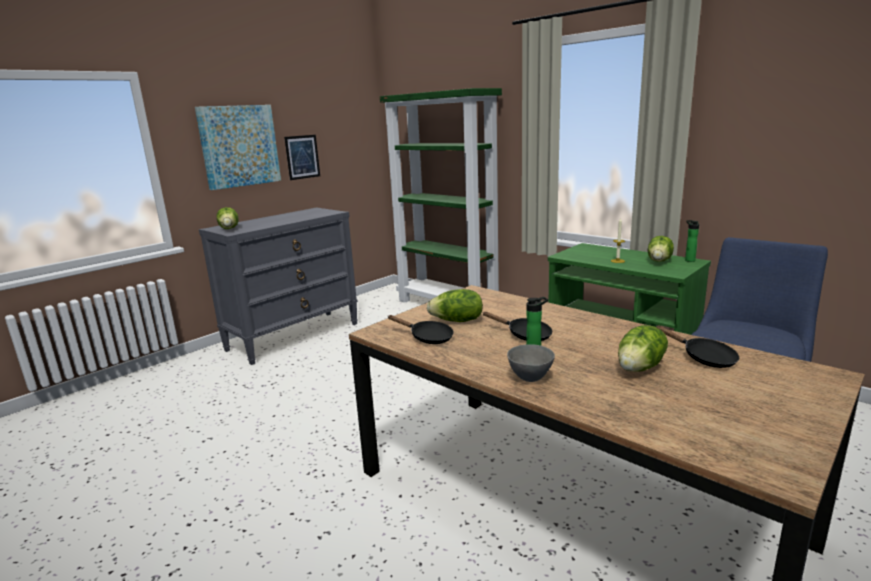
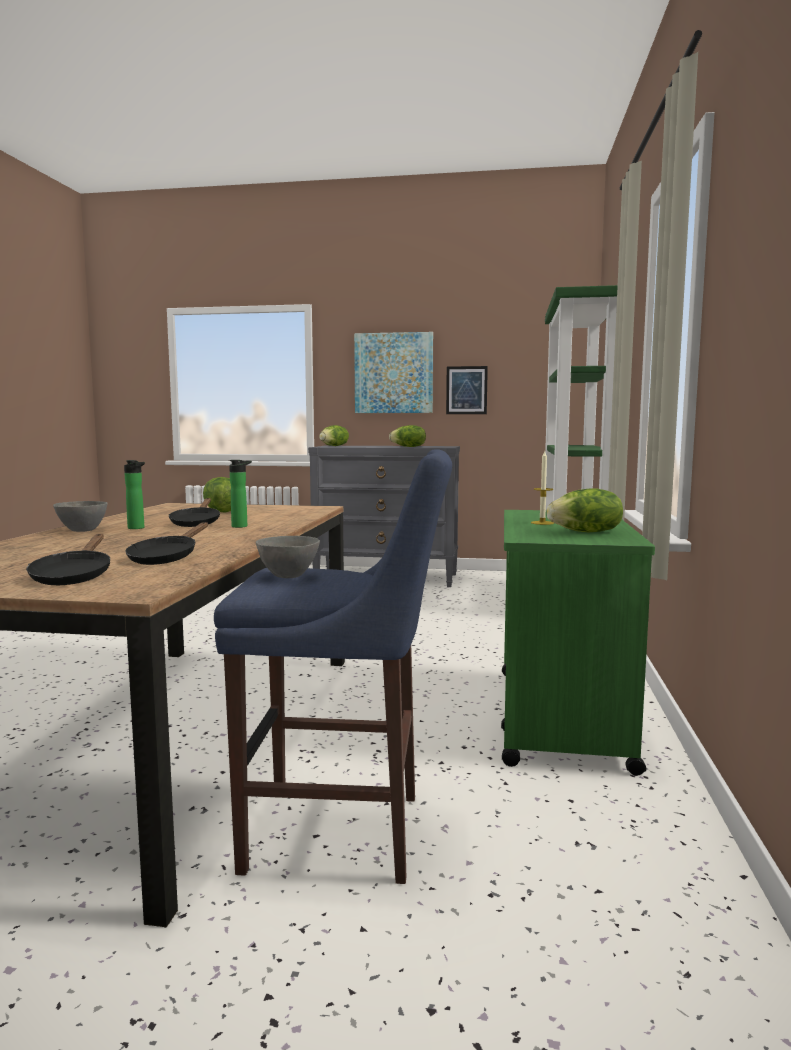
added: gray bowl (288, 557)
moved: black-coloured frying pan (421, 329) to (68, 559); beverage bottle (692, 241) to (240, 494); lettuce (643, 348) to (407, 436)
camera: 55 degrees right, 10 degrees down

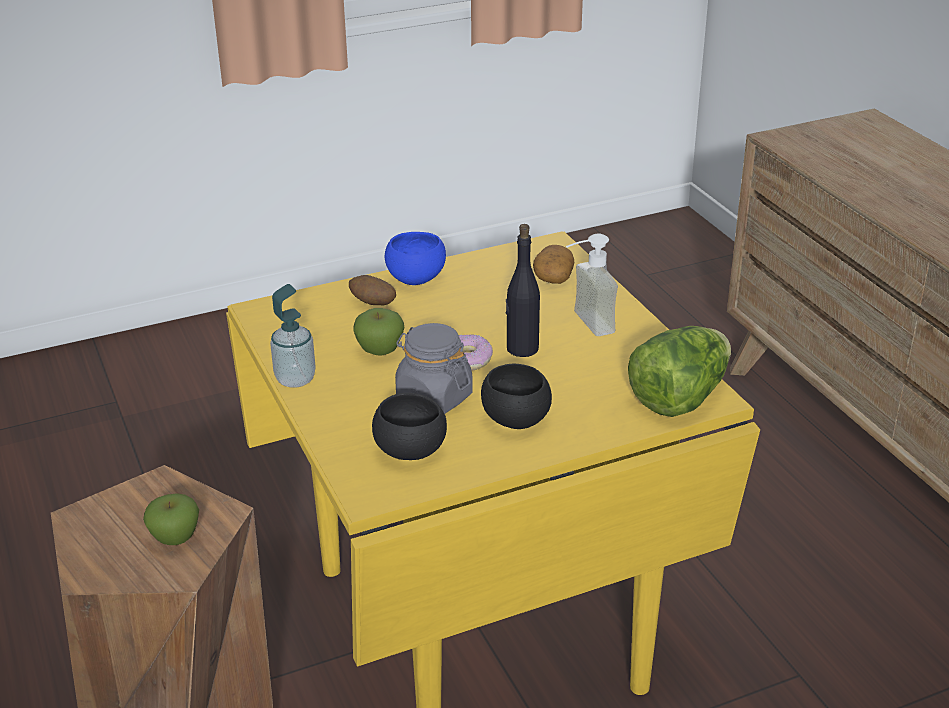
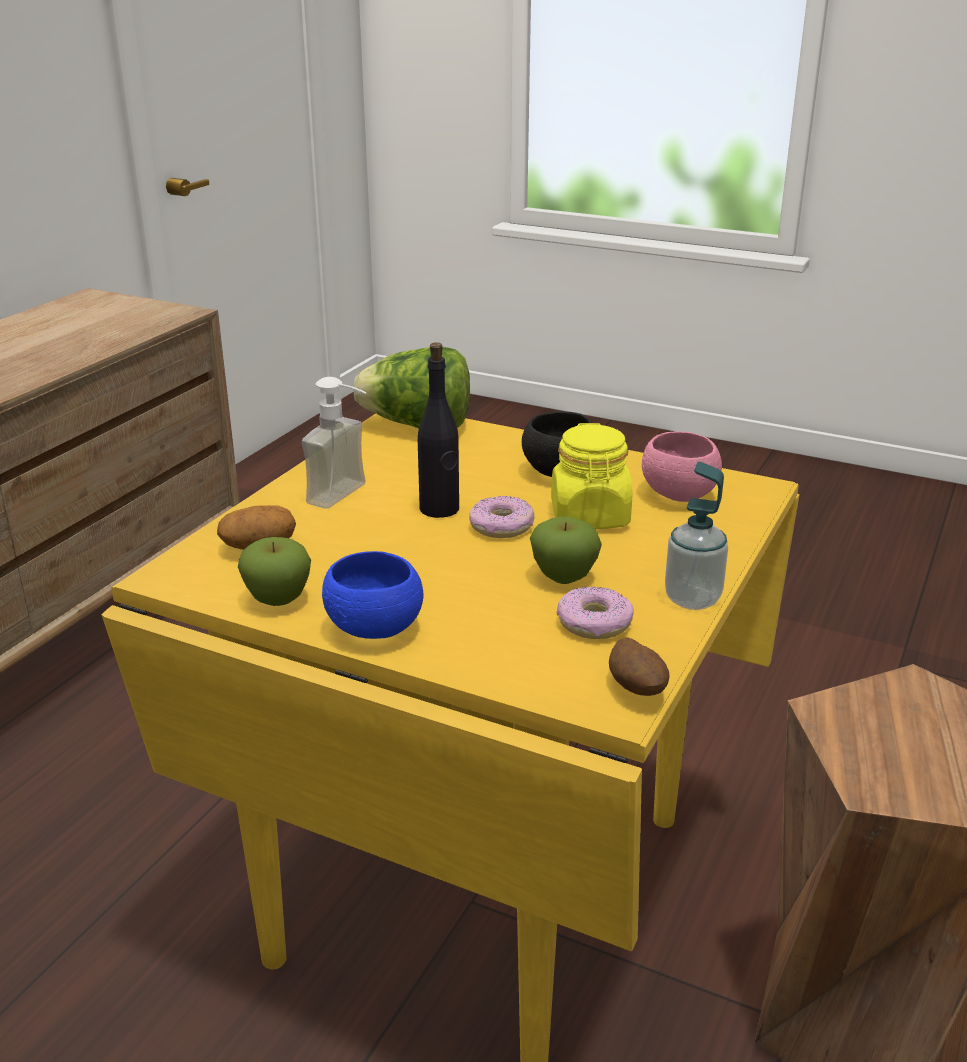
added: doughnut (595, 612)
moved: whole apple (171, 519) to (274, 571); spud (372, 290) to (639, 666)
recoloured: gray preserve jar (434, 368) to yellow preserve jar (591, 476); black-coloured bowl (409, 426) to pinkish bowl (682, 466)
camera: 130 degrees left, 5 degrees down

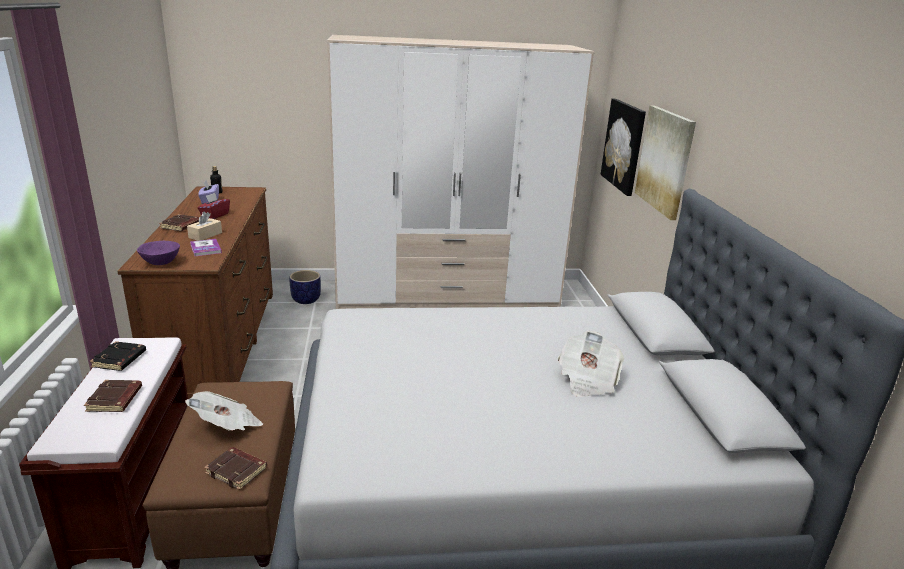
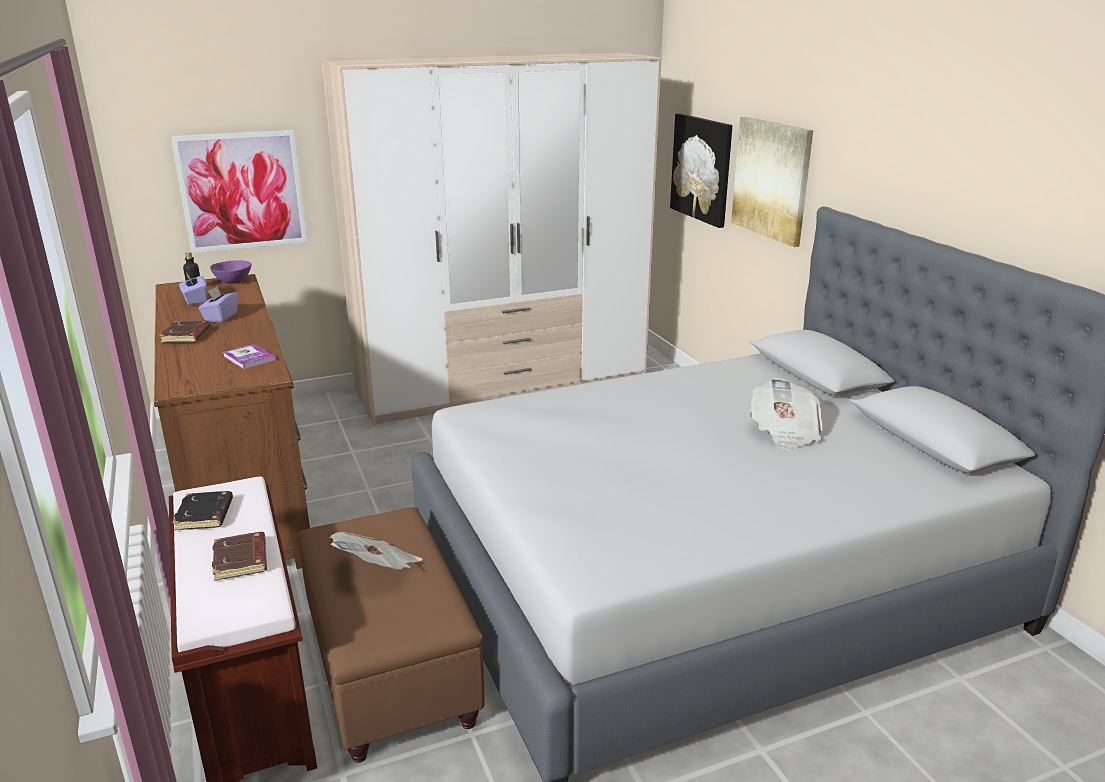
removed: sand-coloured tissue holder (204, 226); brown bound book (235, 468); plant pot (305, 287)
added: wall picture (239, 191)
moved: purplish bowl (158, 253) to (231, 272)
recoloured: reddish tissue holder (213, 206) to purplish tissue holder (218, 304)
camera: 15 degrees left, 0 degrees up

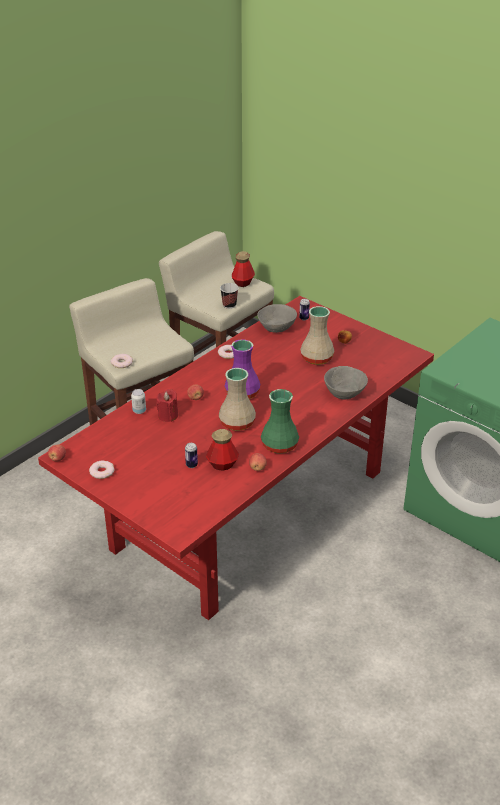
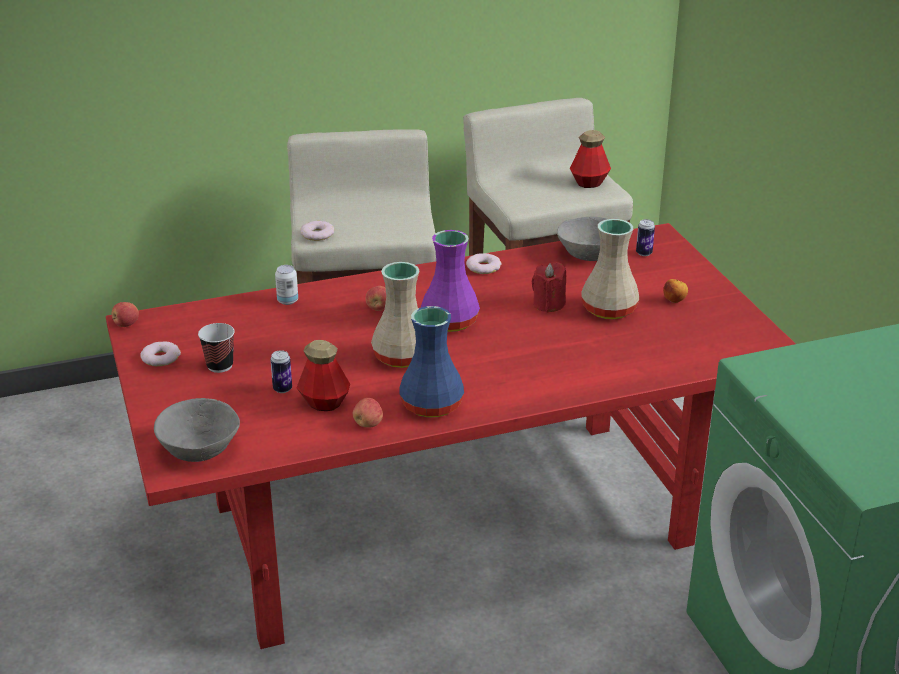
moved: gray bowl (346, 383) to (197, 430); cup (229, 296) to (216, 348); reddish wax candle (167, 405) to (549, 287)
recoloured: green decorative vase (280, 421) to bluish decorative vase (432, 362)
camera: 30 degrees right, 5 degrees down

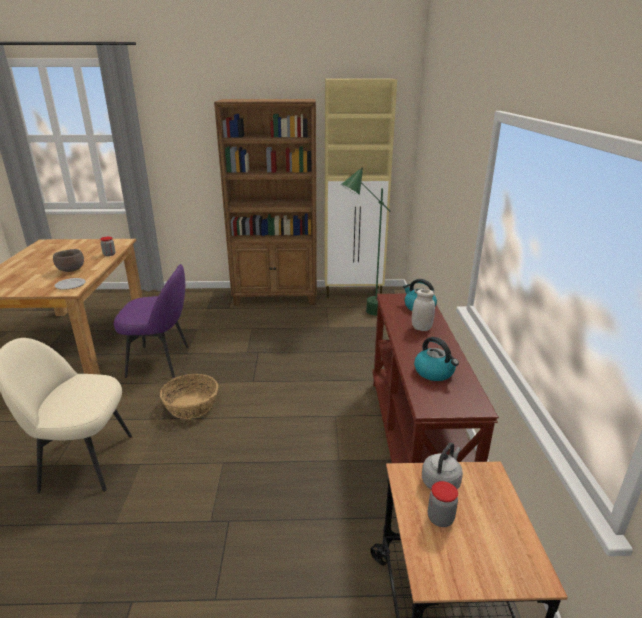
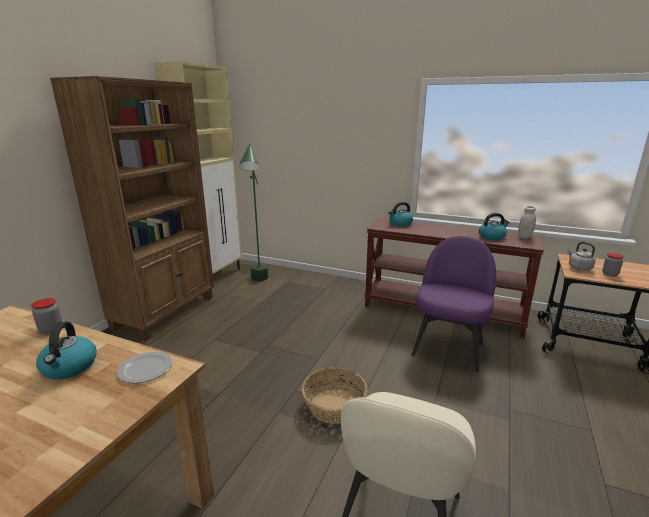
moved: purplish plain chair (151, 321) to (454, 304); white preserve jar (423, 310) to (527, 222)
replaced: brown bowl (68, 260) to kettle (66, 350)
camera: 65 degrees left, 5 degrees down

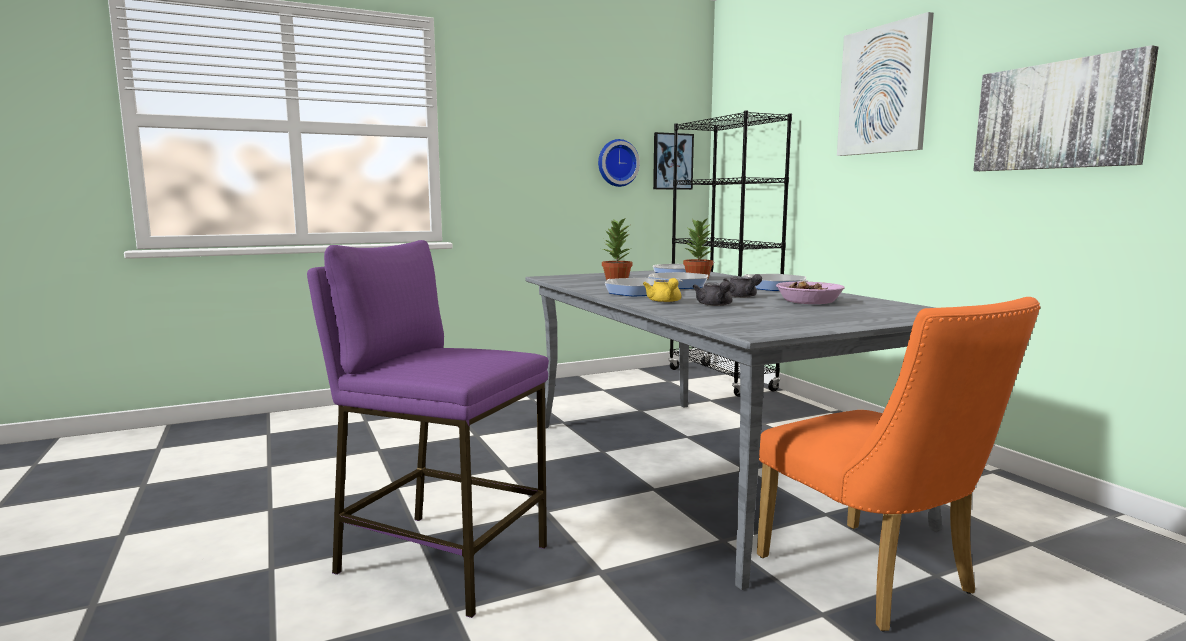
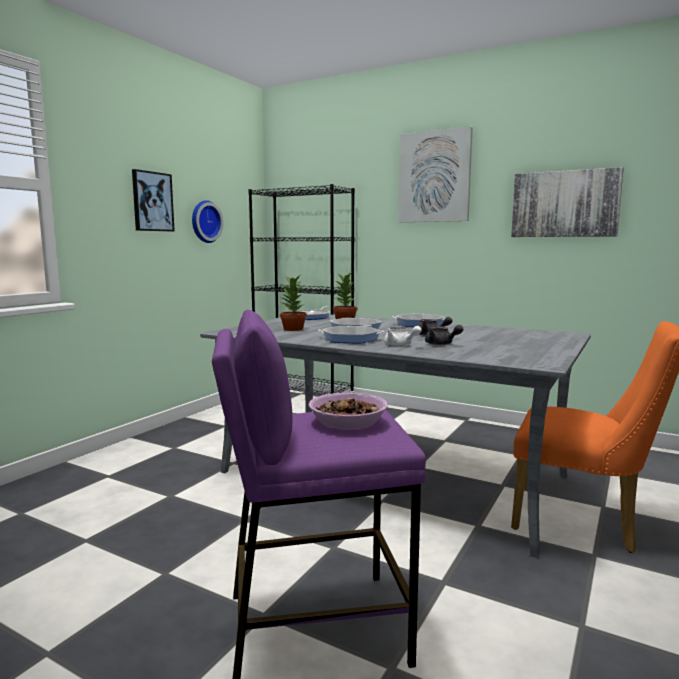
moved: wall picture (673, 161) to (153, 200); bowl (810, 292) to (348, 411)
recoloured: yellow tea pot (662, 290) to white tea pot (403, 336)
camera: 35 degrees left, 0 degrees up

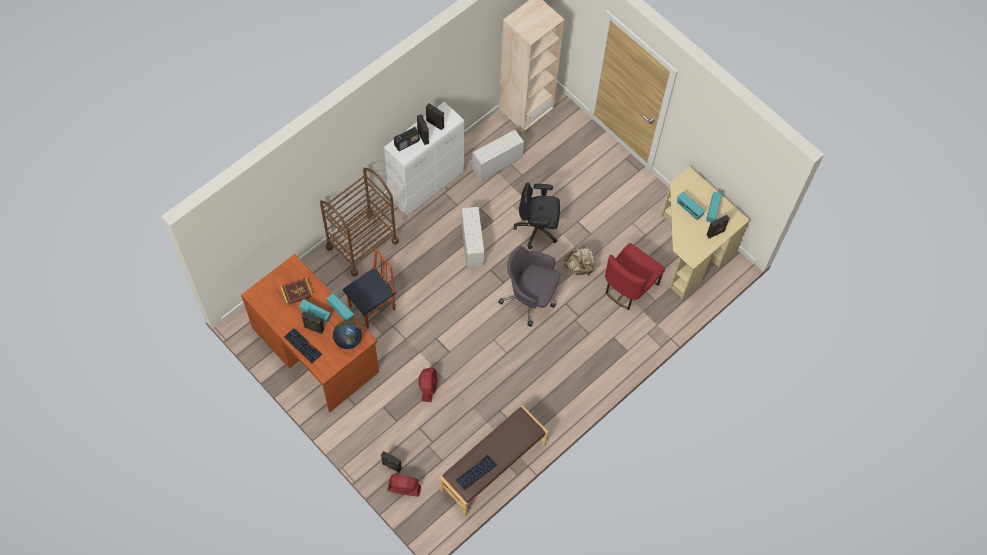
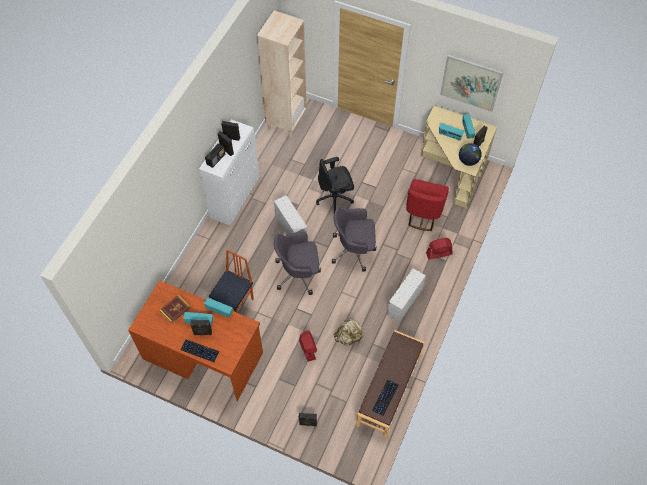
removed: brown trolley (359, 222)
added: gray computer chair (297, 263); wall picture (471, 83)
moved: sand-coloured backpack (580, 260) to (349, 332); white storage container (498, 155) to (406, 295); reddish electric fan (404, 485) to (439, 248); desk globe (347, 334) to (470, 154)
camera: 20 degrees left, 5 degrees down

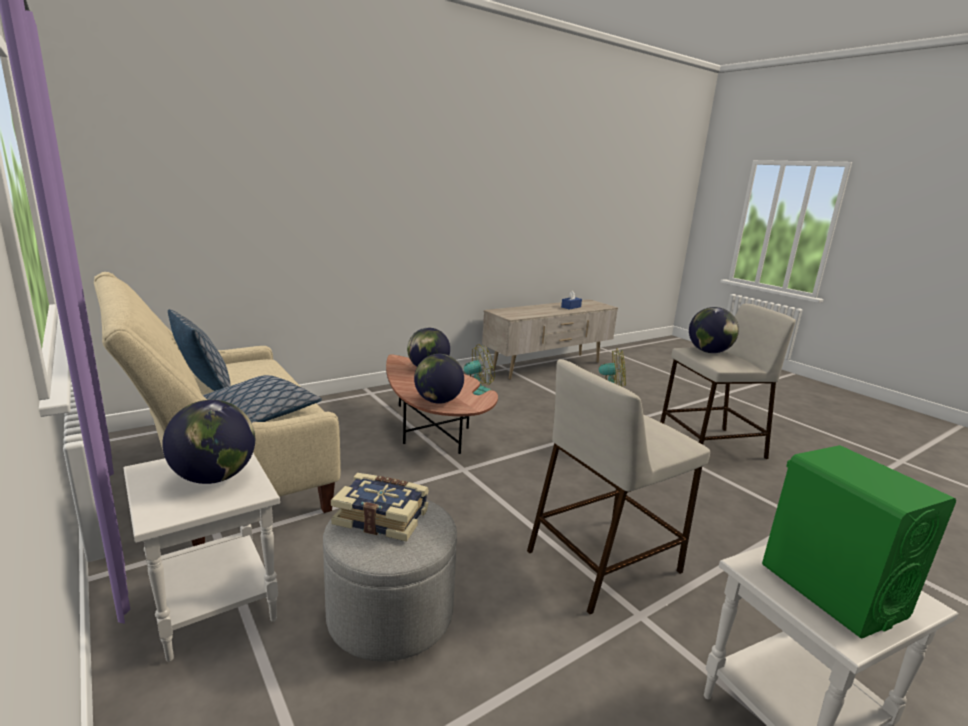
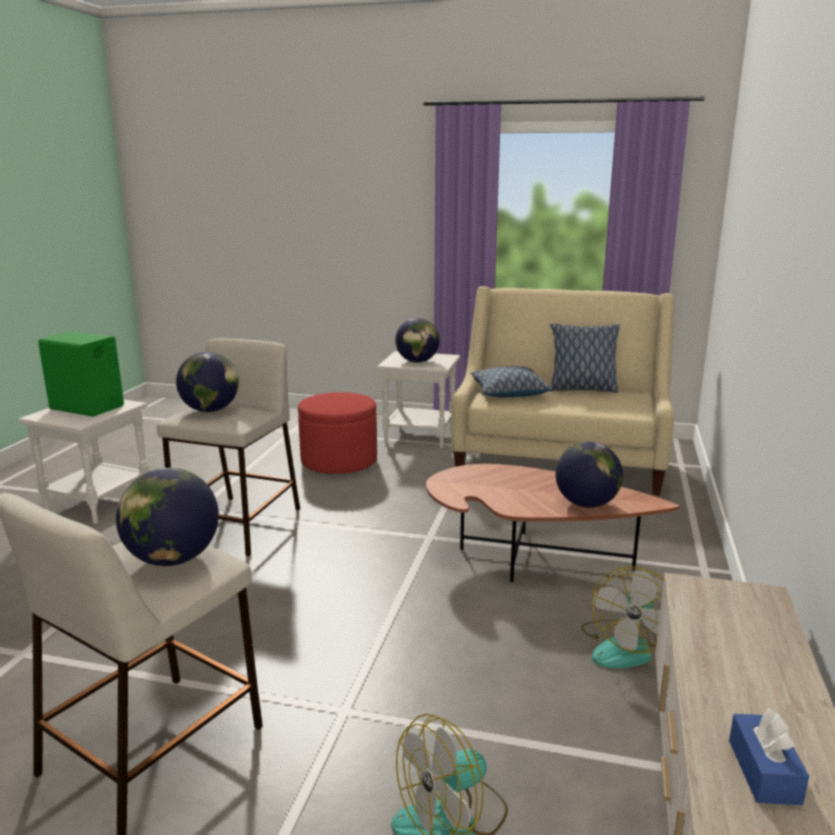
removed: bound book (380, 507)
moved: desk globe (439, 379) to (207, 382)
recoloured: gray footrest (390, 581) to reddish footrest (337, 433)
camera: 140 degrees right, 0 degrees up

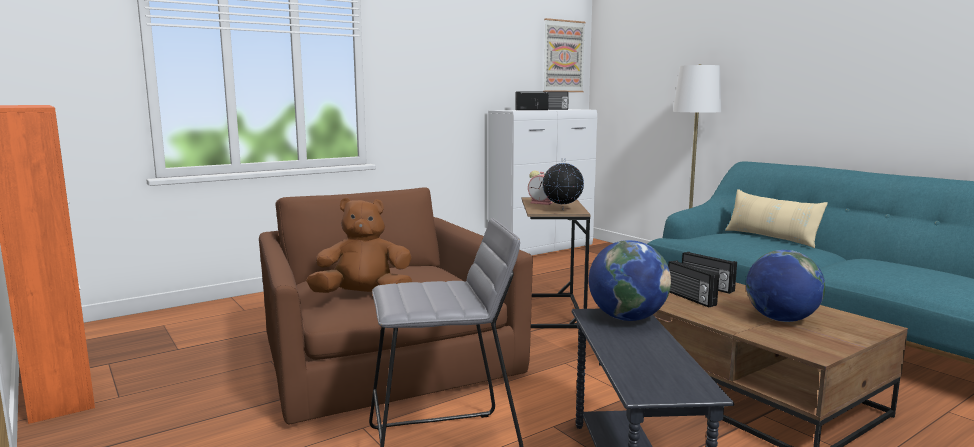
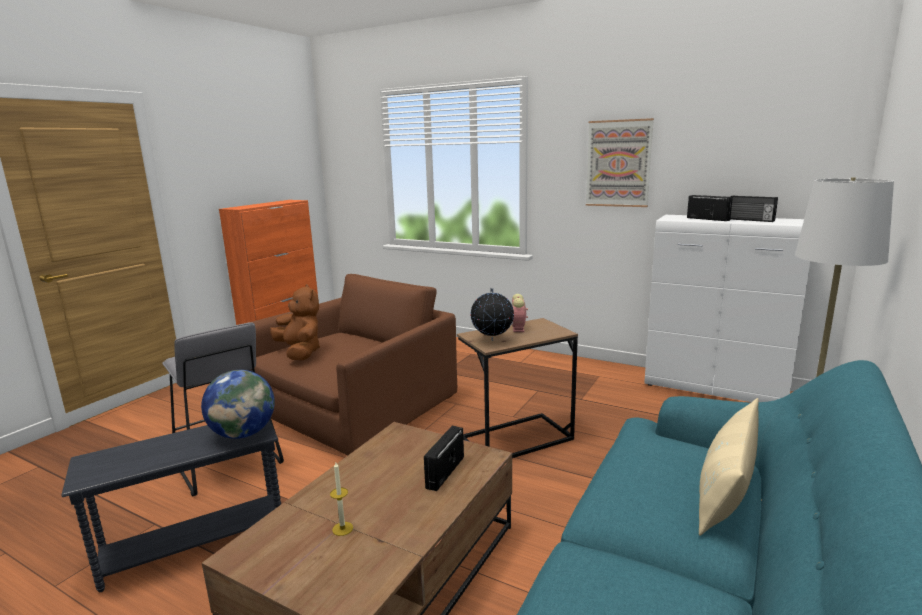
removed: radio set (693, 284)
moved: wall picture (565, 55) to (620, 162)
replaced: desk globe (785, 286) to wax candle (341, 499)
camera: 65 degrees right, 5 degrees up

